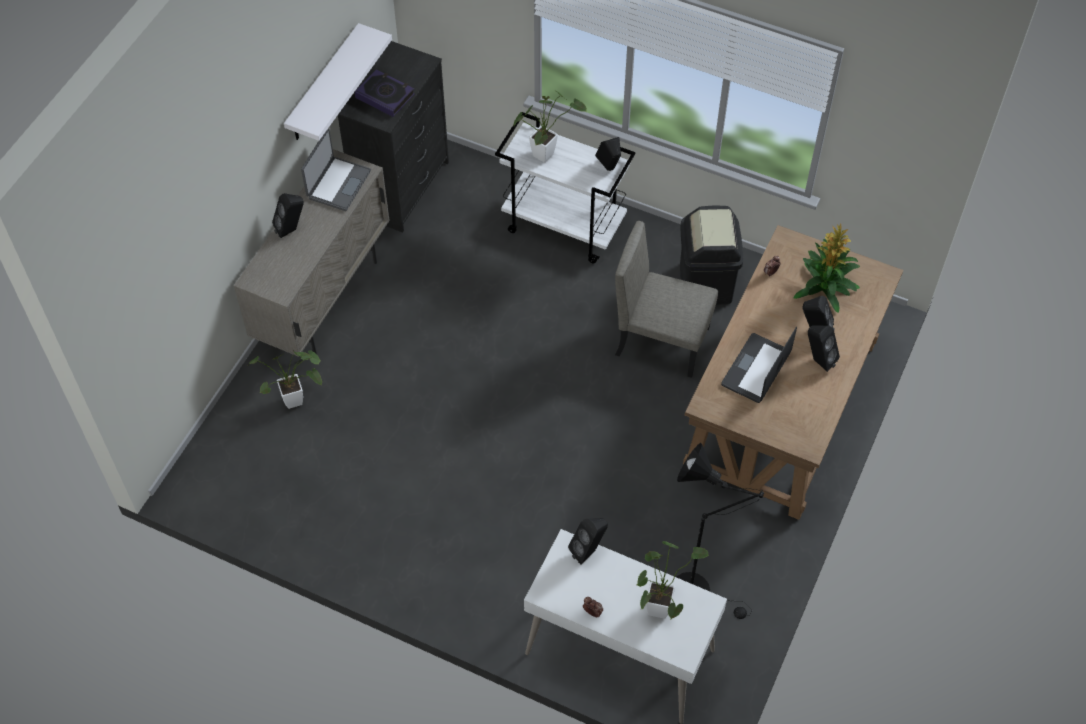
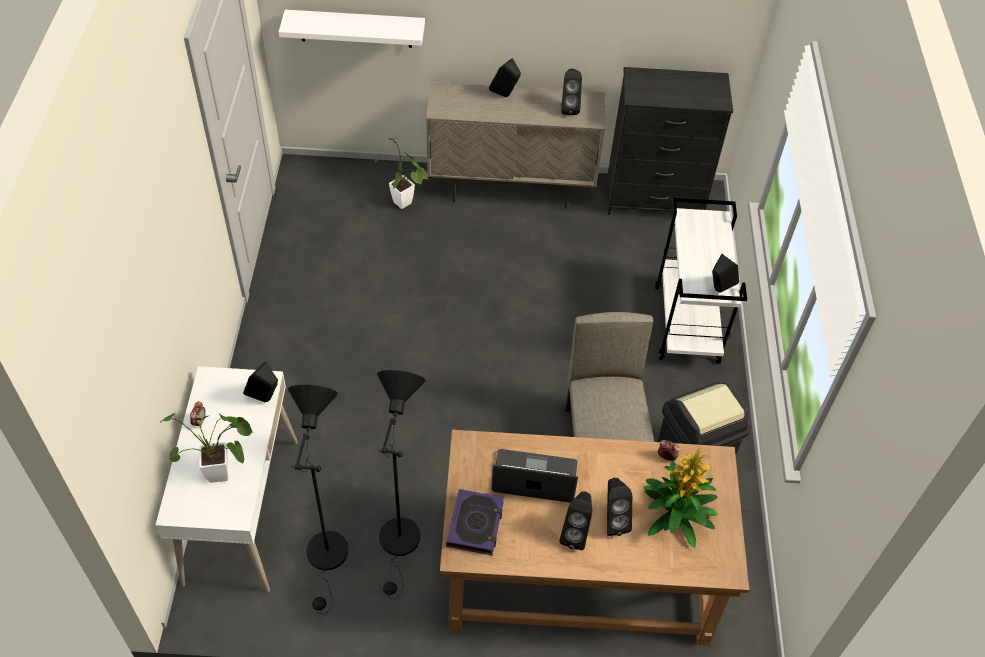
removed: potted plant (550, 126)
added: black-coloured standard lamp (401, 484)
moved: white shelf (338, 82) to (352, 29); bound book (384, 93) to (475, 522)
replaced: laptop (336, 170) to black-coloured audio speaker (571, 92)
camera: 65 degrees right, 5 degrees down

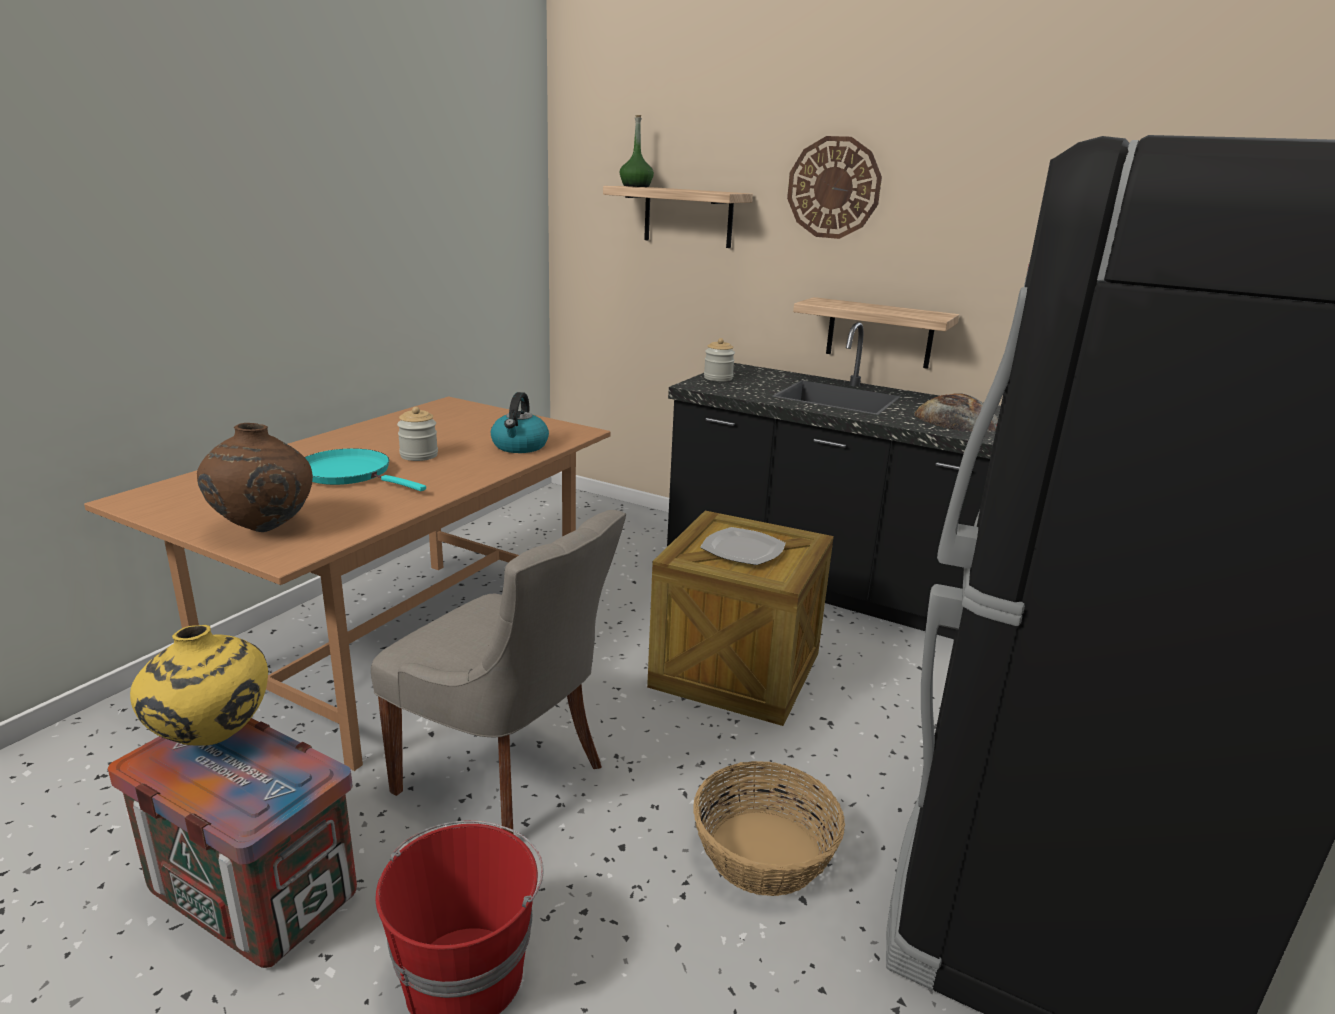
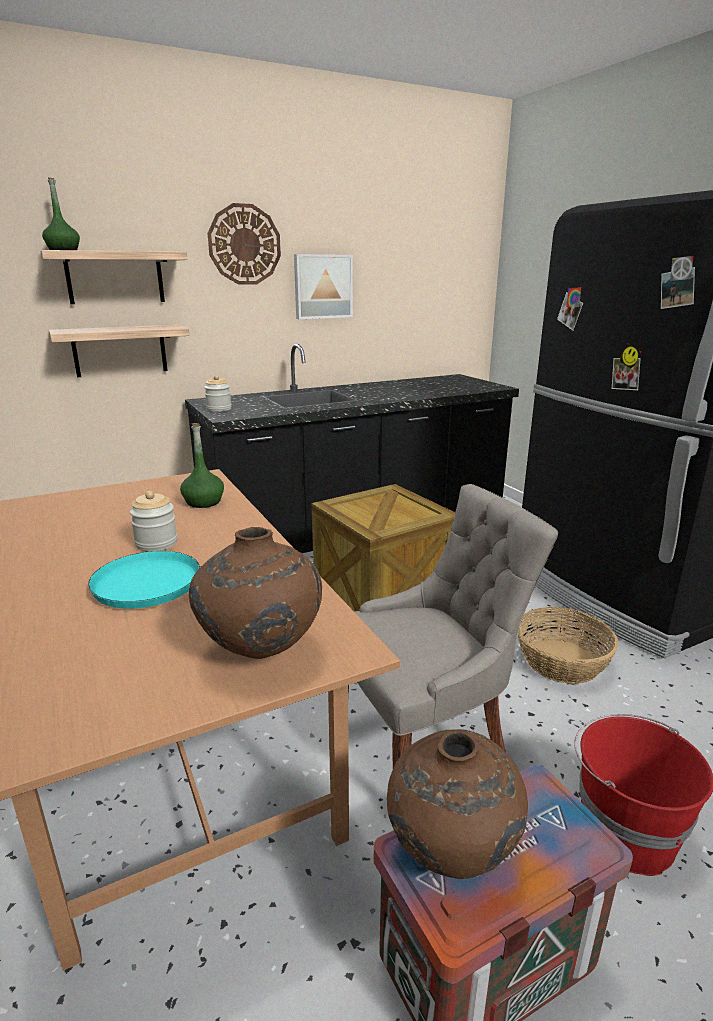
removed: dinner plate (743, 546); bakery bread (956, 412)
added: wall picture (323, 286)
moved: shelf (876, 333) to (119, 351)
replaced: kettle (520, 422) to green beverage bottle (202, 465)
recoloured: yellow decorative vase (199, 685) to brown decorative vase (457, 804)
camera: 55 degrees left, 0 degrees up

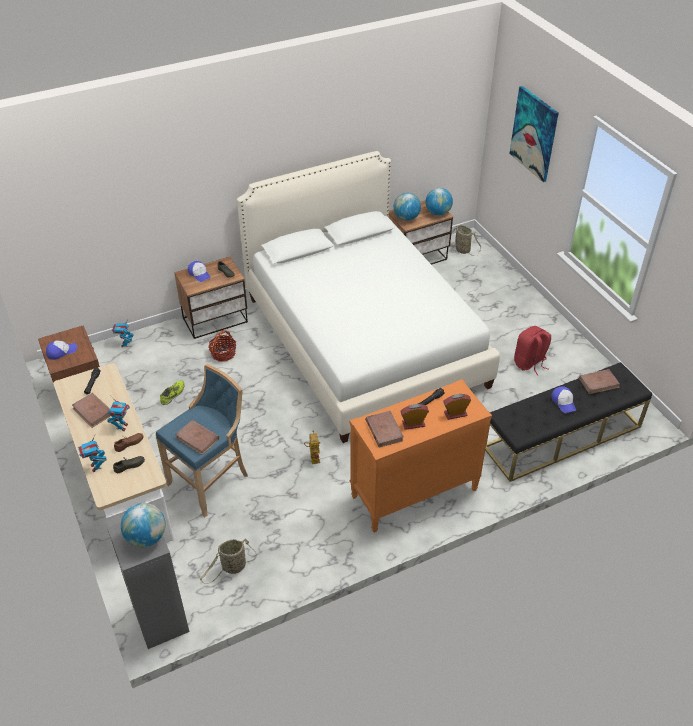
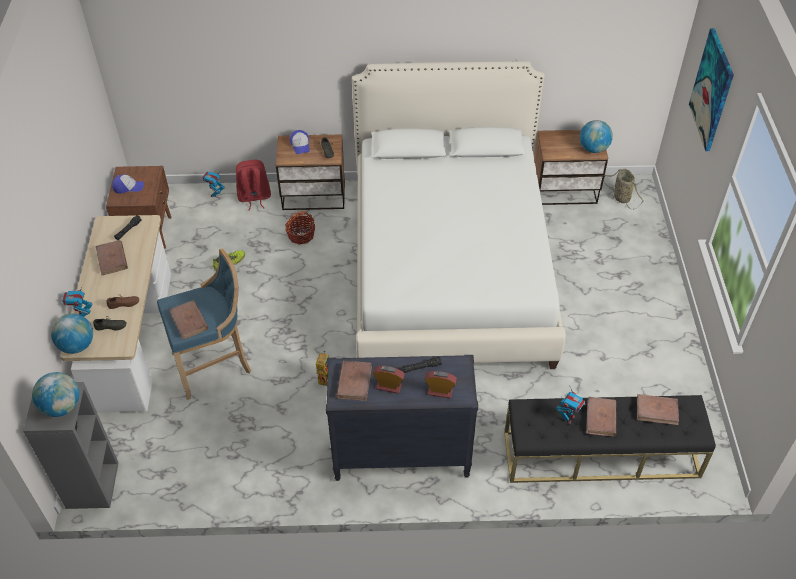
removed: basket (228, 561)
moved: desk globe (407, 207) to (72, 334); reddish backpack (532, 351) to (253, 185); robot figure (117, 413) to (571, 404)
replaced: cap (563, 399) to brown bound book (601, 417)
recoloured: orange drawer chest (420, 455) to black-coloured drawer chest (402, 418)
camera: 25 degrees right, 5 degrees up

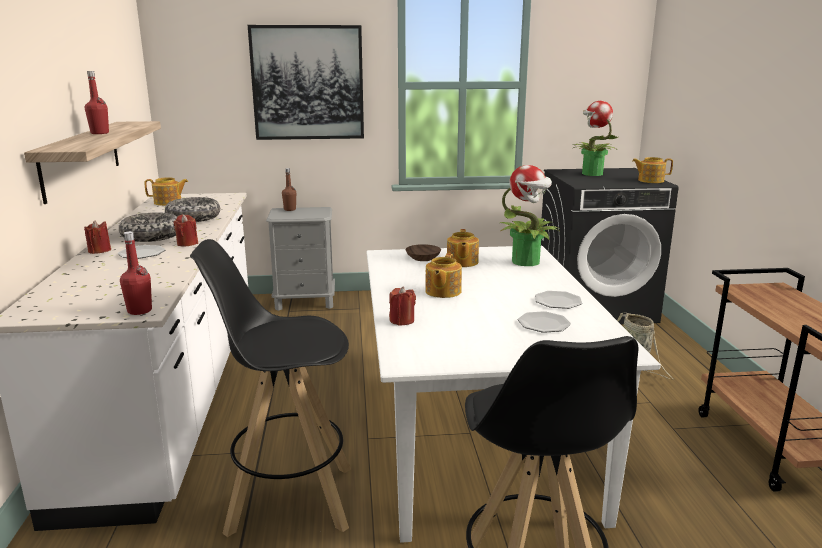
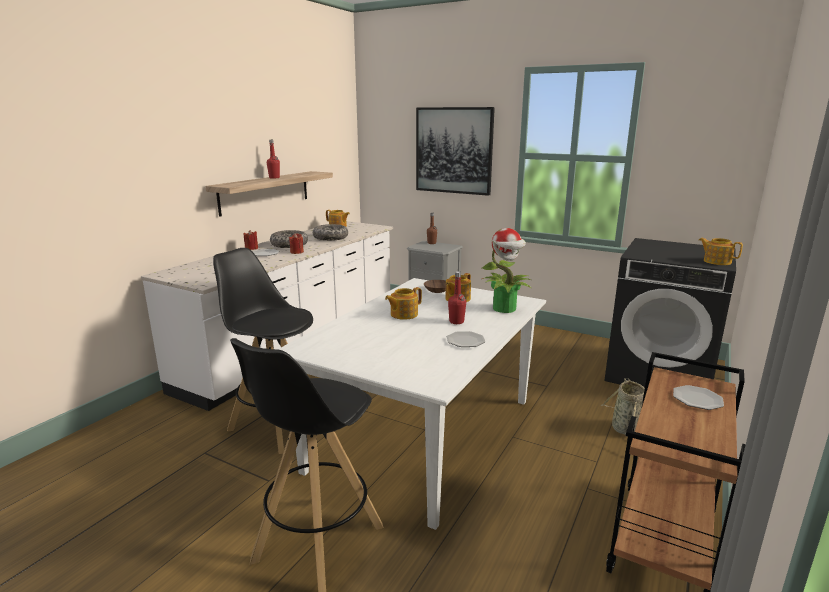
removed: reddish wax candle (402, 305); potted plant (595, 138)
moved: reddish beverage bottle (136, 273) to (457, 297); dinner plate (544, 322) to (698, 397)
camera: 35 degrees right, 0 degrees up

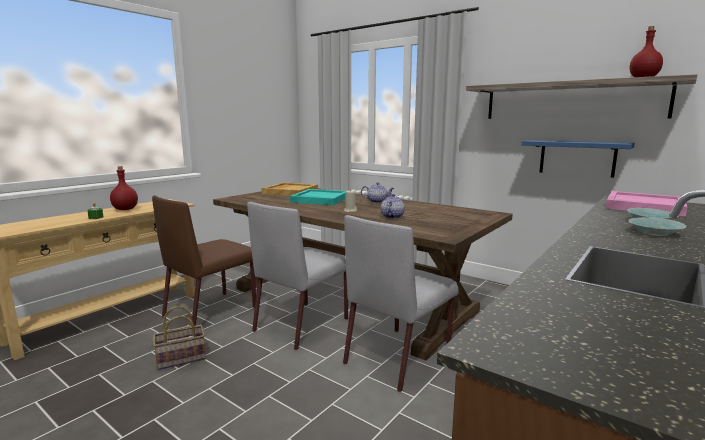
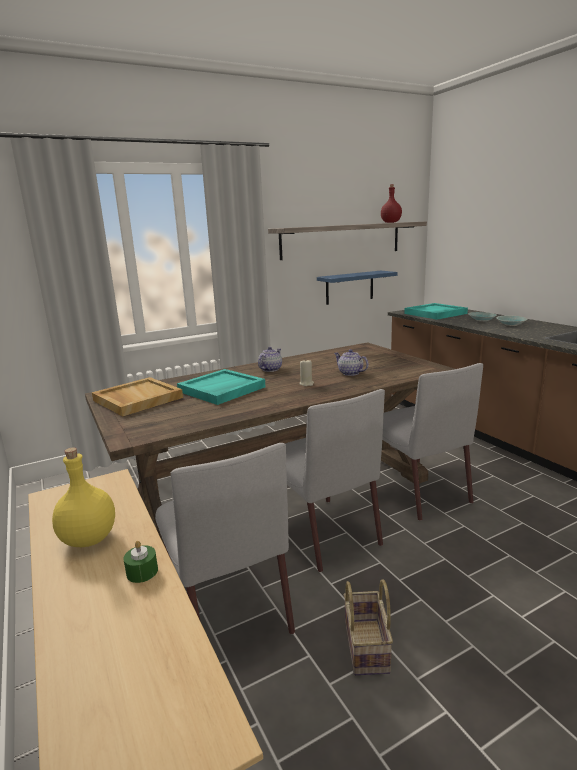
recoloured: reddish beverage bottle (124, 188) to yellow beverage bottle (83, 497); brown plain chair (204, 261) to gray plain chair (225, 538); pinkish tray (646, 203) to blue-green tray (436, 311)
camera: 65 degrees left, 5 degrees up

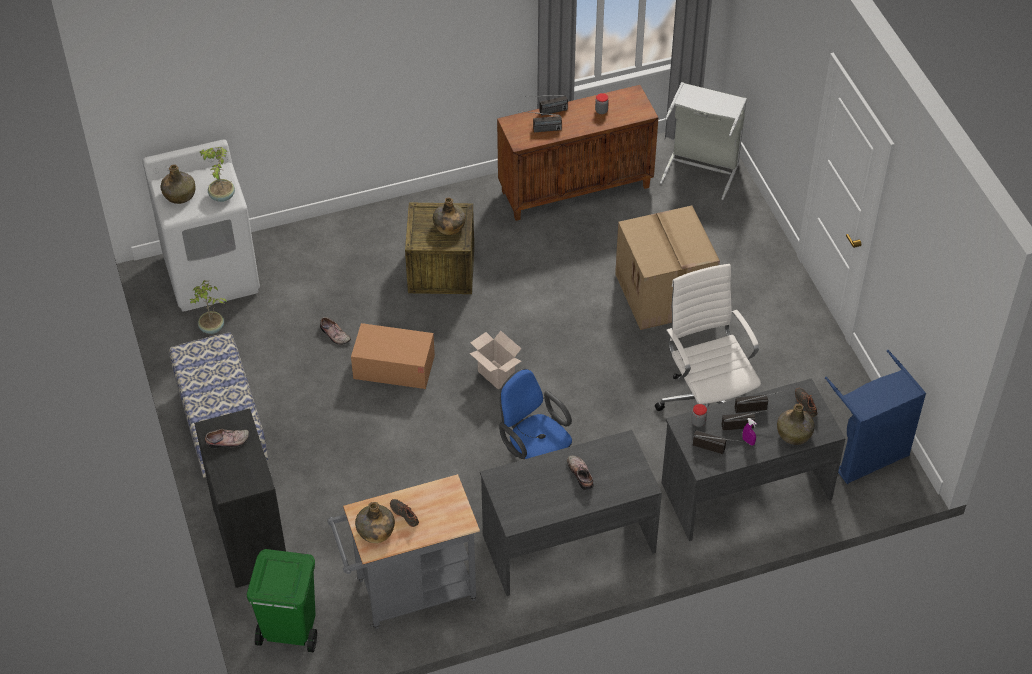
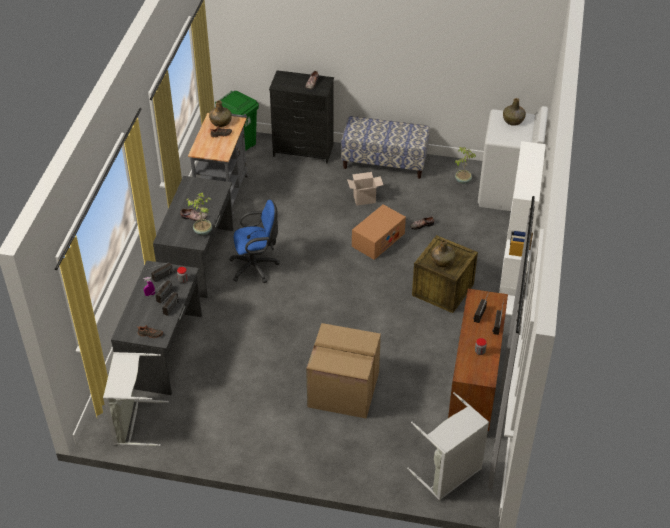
removed: white computer chair (708, 337); green beverage bottle (795, 424)
added: white bookcase (522, 228)
moved: potted plant (217, 174) to (199, 213); cardboard box (496, 360) to (365, 189)
recoloured: bluish hamper (875, 417) to gray hamper (136, 399)
camera: 120 degrees right, 5 degrees down

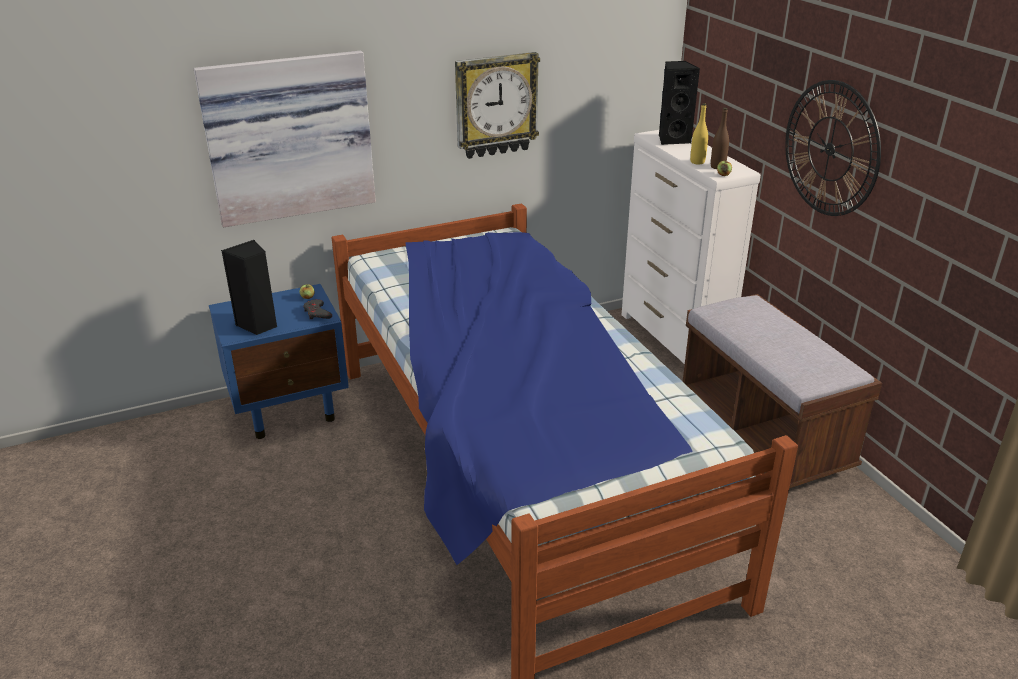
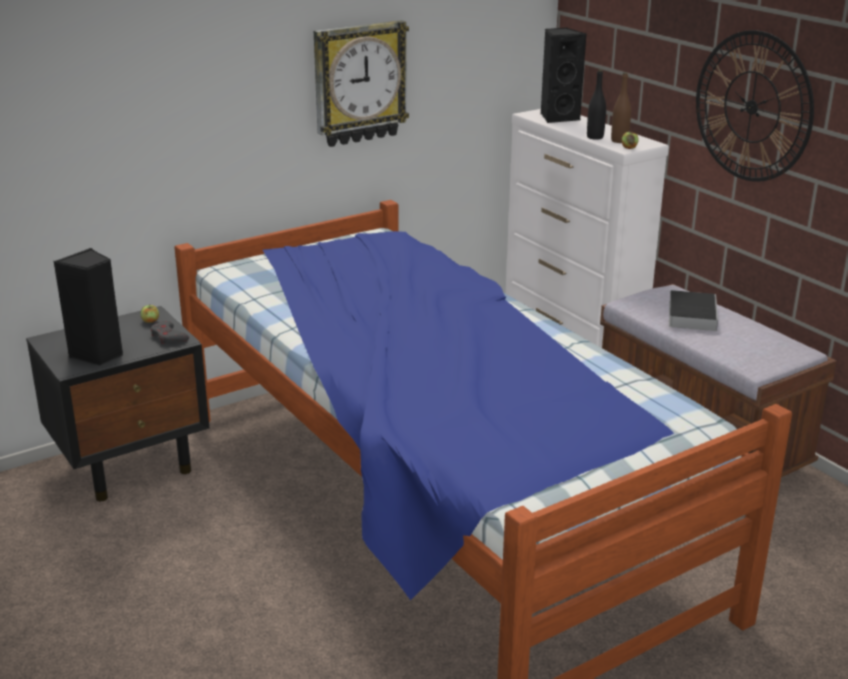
removed: wall picture (285, 139)
added: bound book (693, 310)
recoloured: bluish nightstand (279, 361) to black-coloured nightstand (117, 403); yellow beverage bottle (699, 133) to black-coloured beverage bottle (596, 104)
camera: 10 degrees left, 5 degrees down

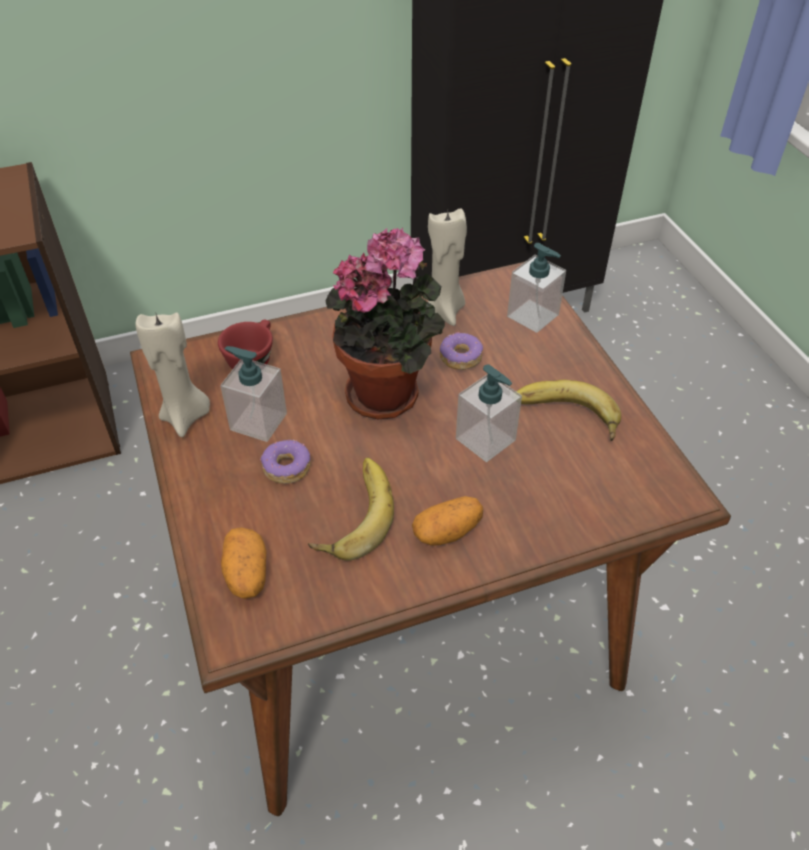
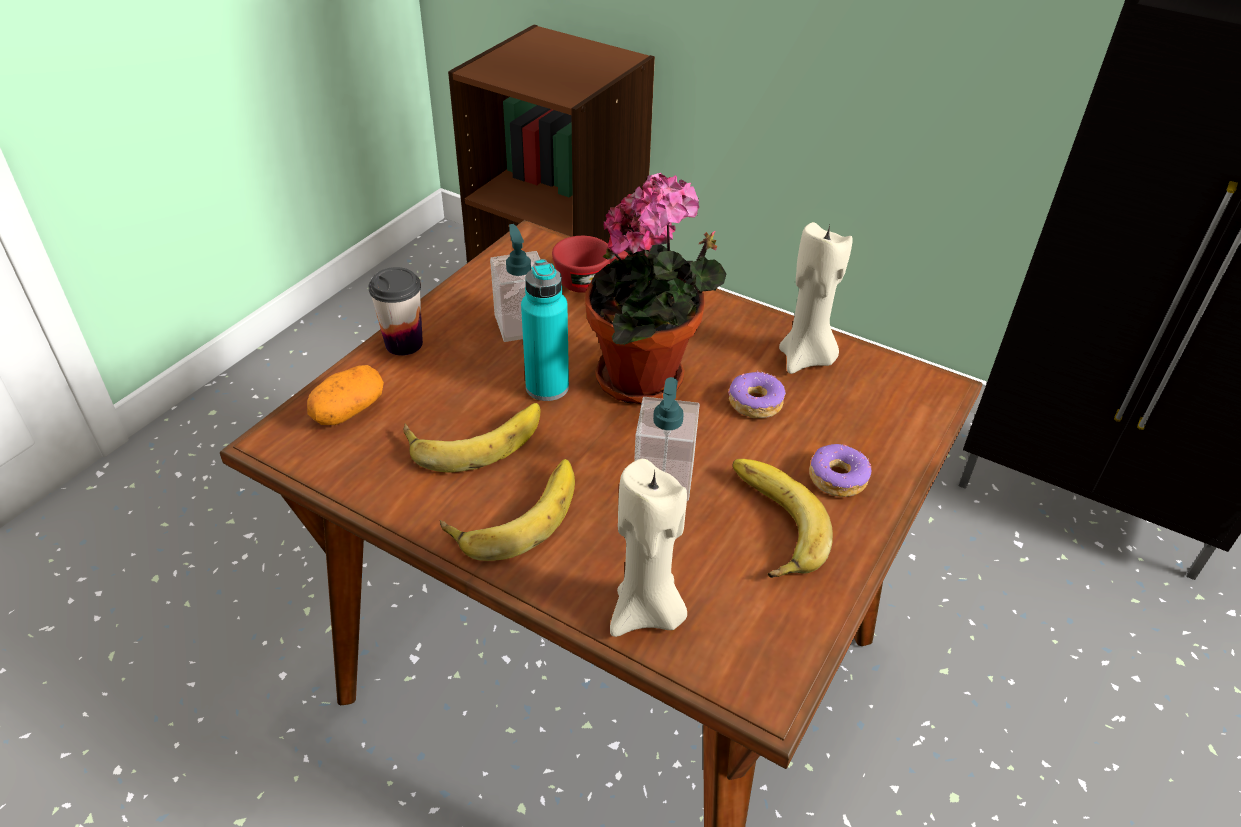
removed: soap bottle (536, 288)
added: cup (395, 311); blue-green beverage bottle (545, 330)
moved: sand-coloured wax candle (172, 374) to (648, 548); doughnut (285, 461) to (840, 470)
replaced: spud (447, 521) to banana (507, 510)
camera: 50 degrees right, 5 degrees down

